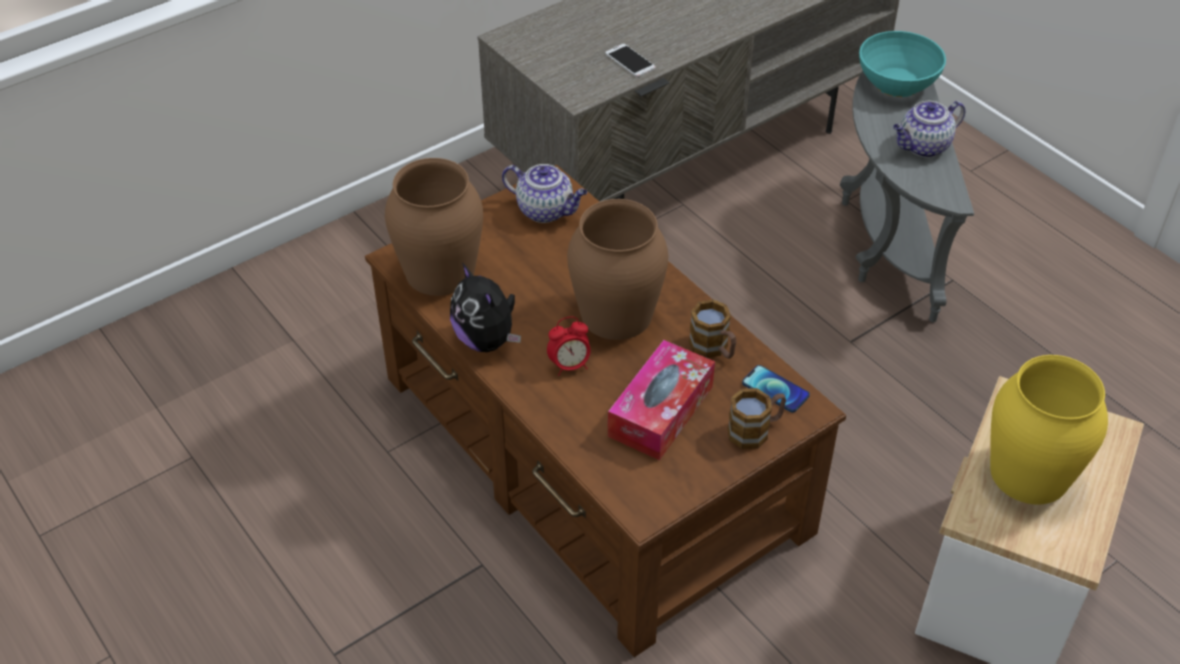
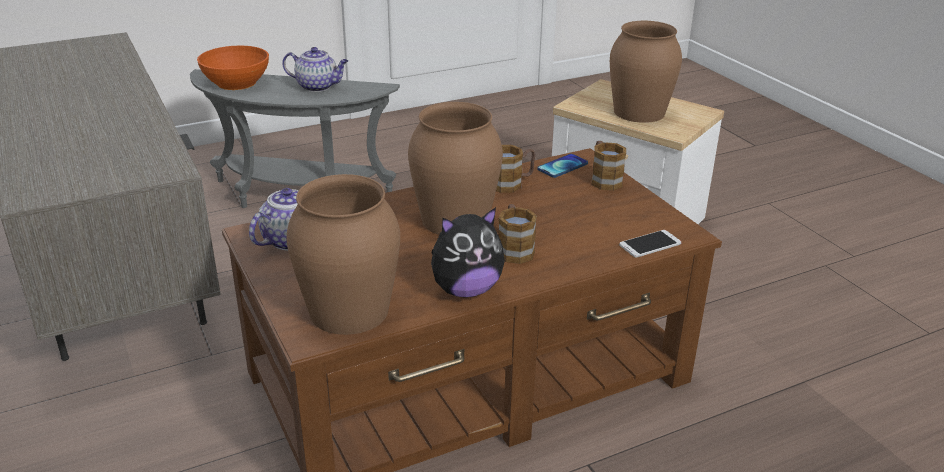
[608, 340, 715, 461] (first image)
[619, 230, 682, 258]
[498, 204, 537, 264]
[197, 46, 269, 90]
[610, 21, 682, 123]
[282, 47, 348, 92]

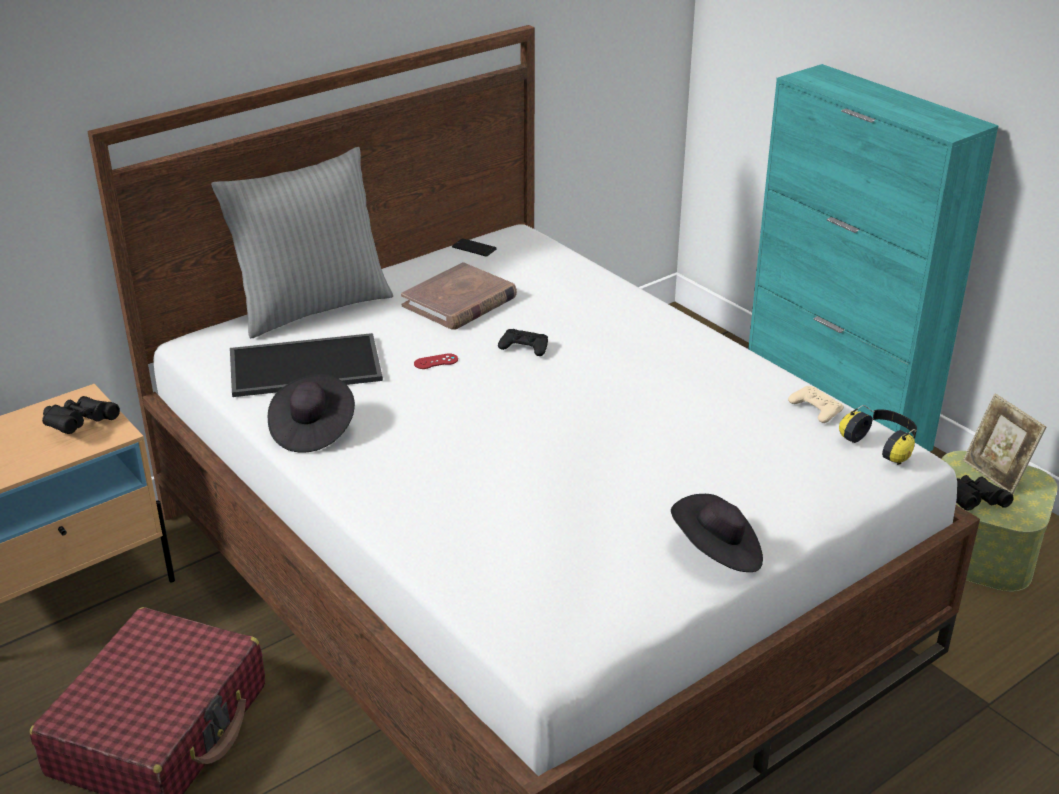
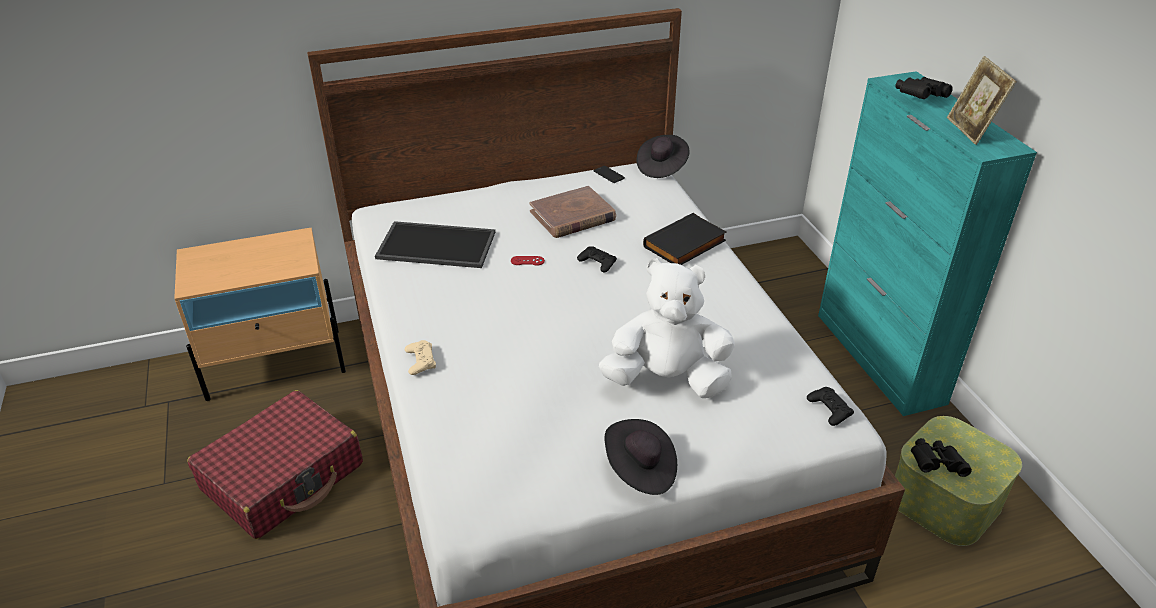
[211, 147, 393, 338] (first image)
[599, 258, 735, 398]
[643, 213, 727, 265]
[895, 77, 953, 99]
[637, 135, 690, 178]
[405, 340, 436, 375]
[947, 56, 1017, 145]
[807, 387, 854, 426]

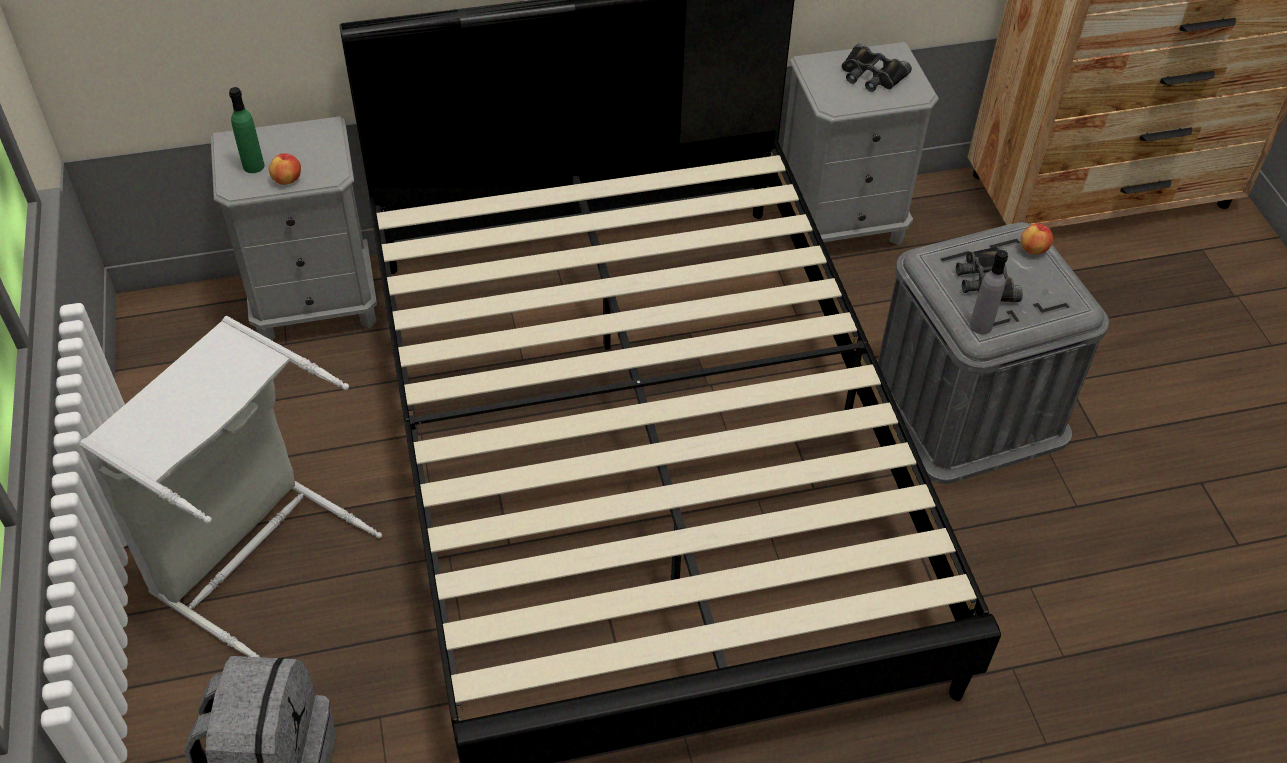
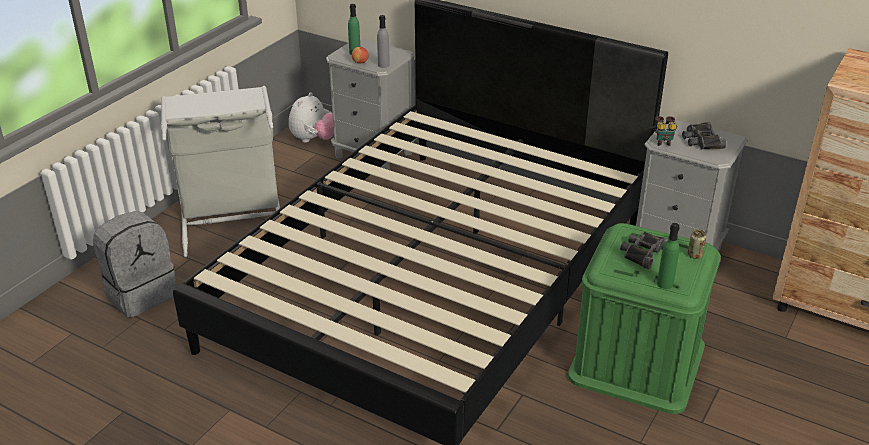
[289, 92, 334, 143]
[650, 116, 677, 146]
[657, 223, 680, 289]
[377, 15, 390, 68]
[688, 229, 706, 259]
[568, 223, 721, 414]

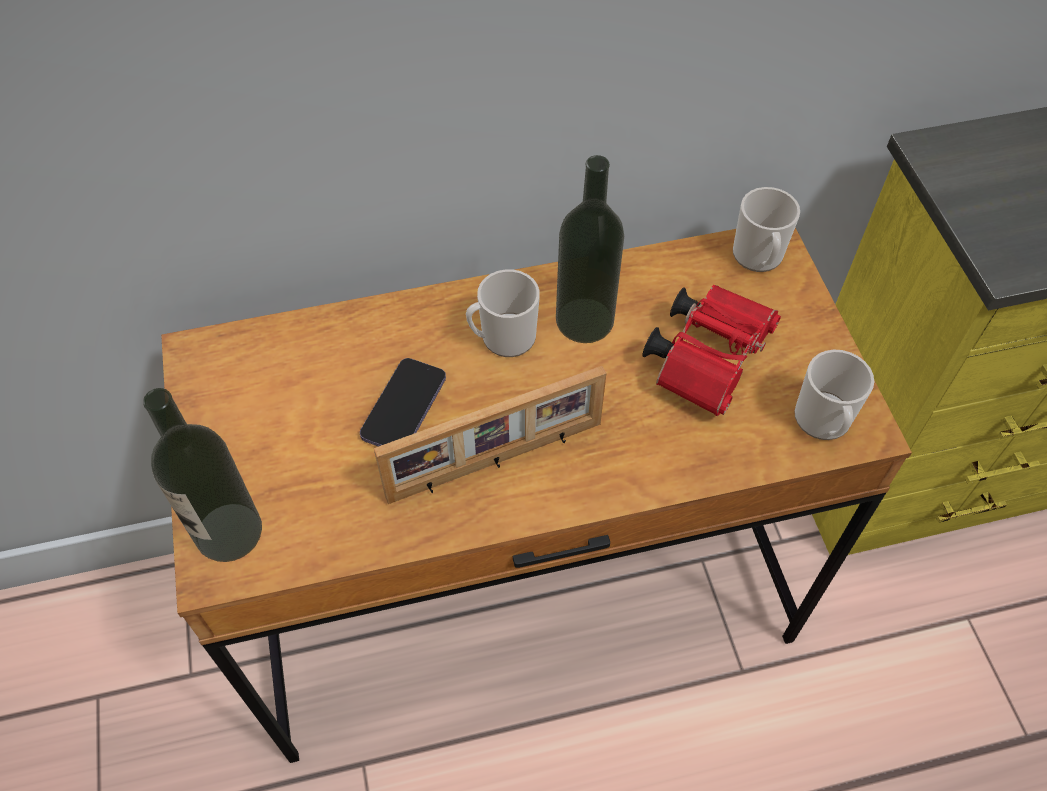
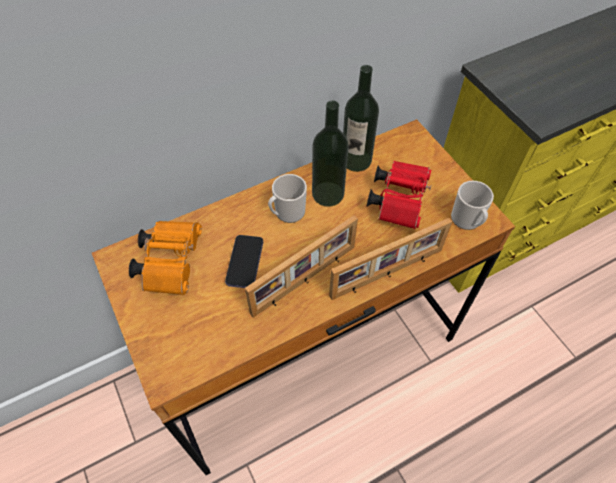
[733, 187, 800, 272] (first image)
[129, 221, 202, 295]
[329, 218, 452, 300]
[343, 65, 379, 172]

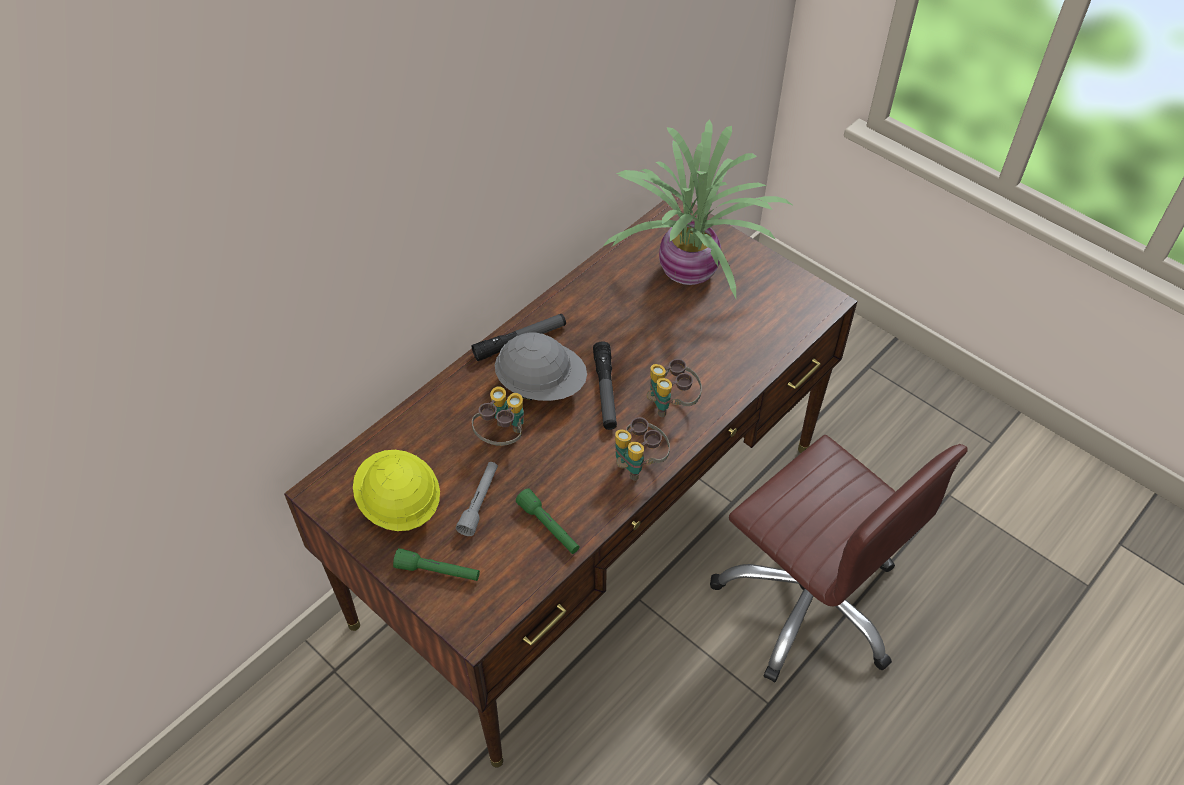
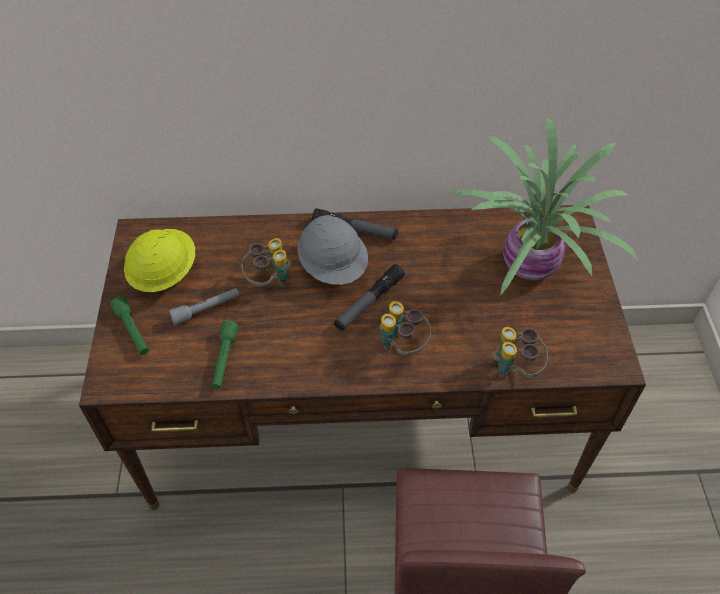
[492, 327, 548, 378]

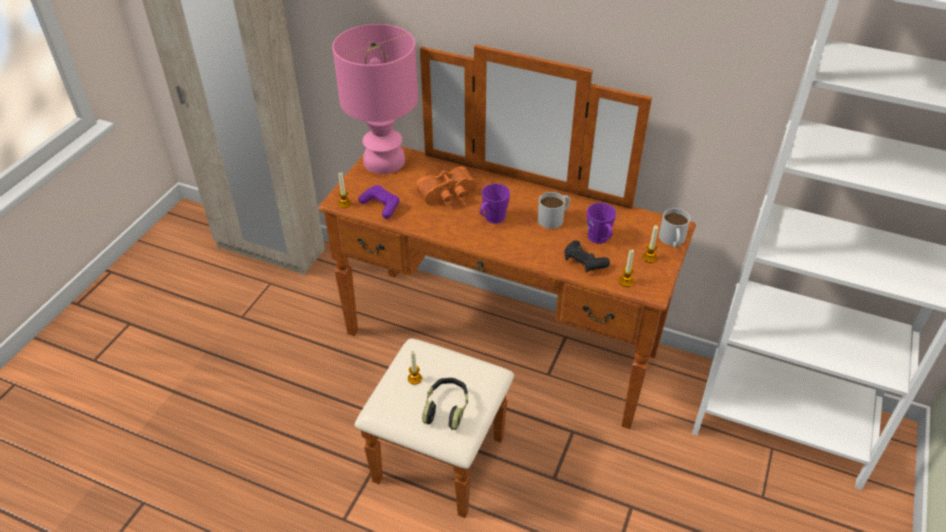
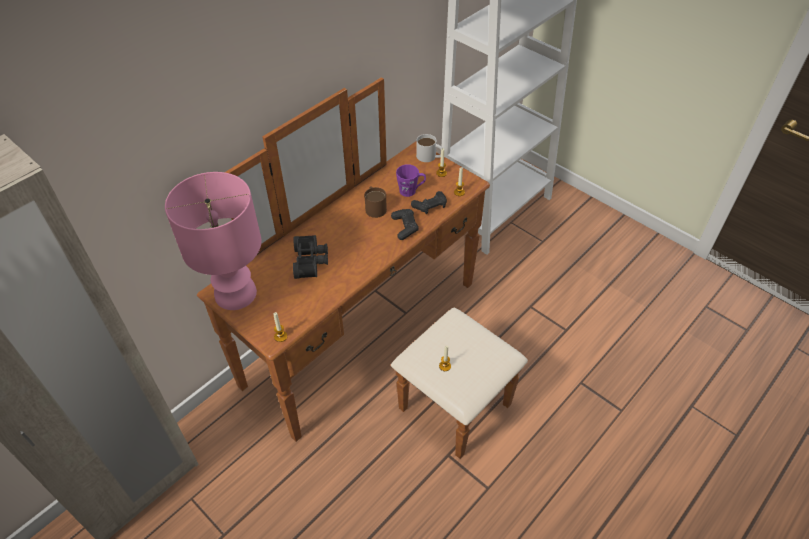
[359, 185, 400, 219] (first image)
[422, 378, 468, 430] (first image)
[480, 184, 510, 224] (first image)
[391, 209, 419, 240]
[293, 235, 328, 279]
[365, 186, 387, 218]

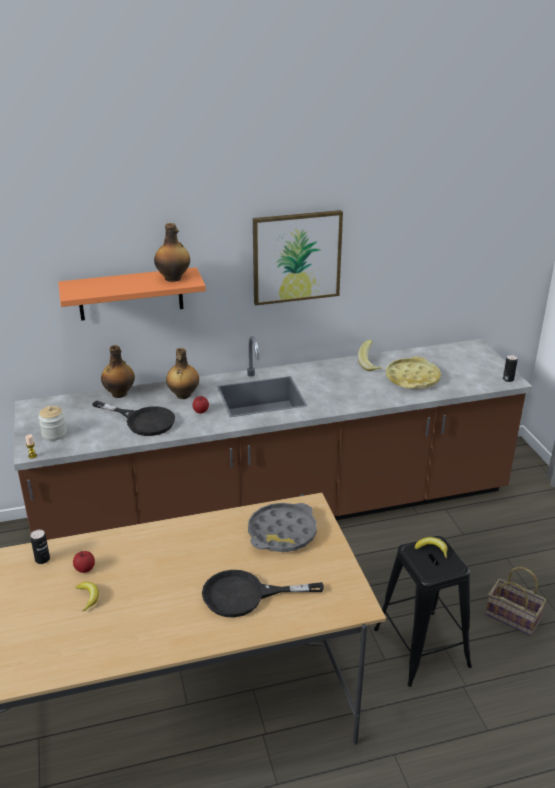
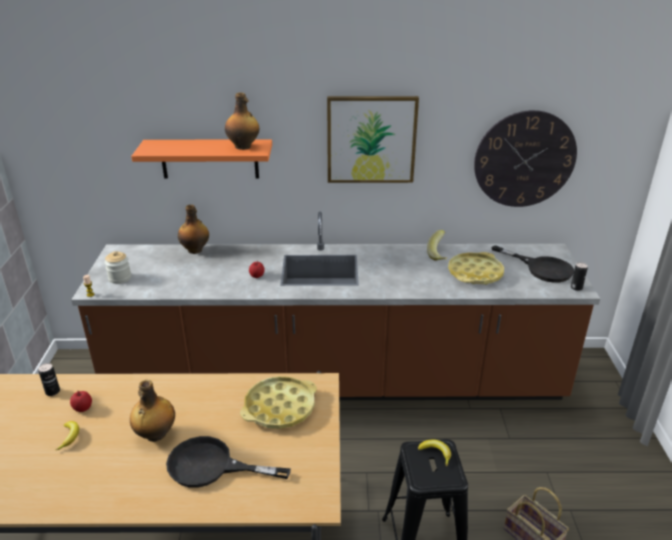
[474, 110, 577, 207]
[492, 245, 574, 283]
[130, 380, 175, 442]
[240, 376, 317, 429]

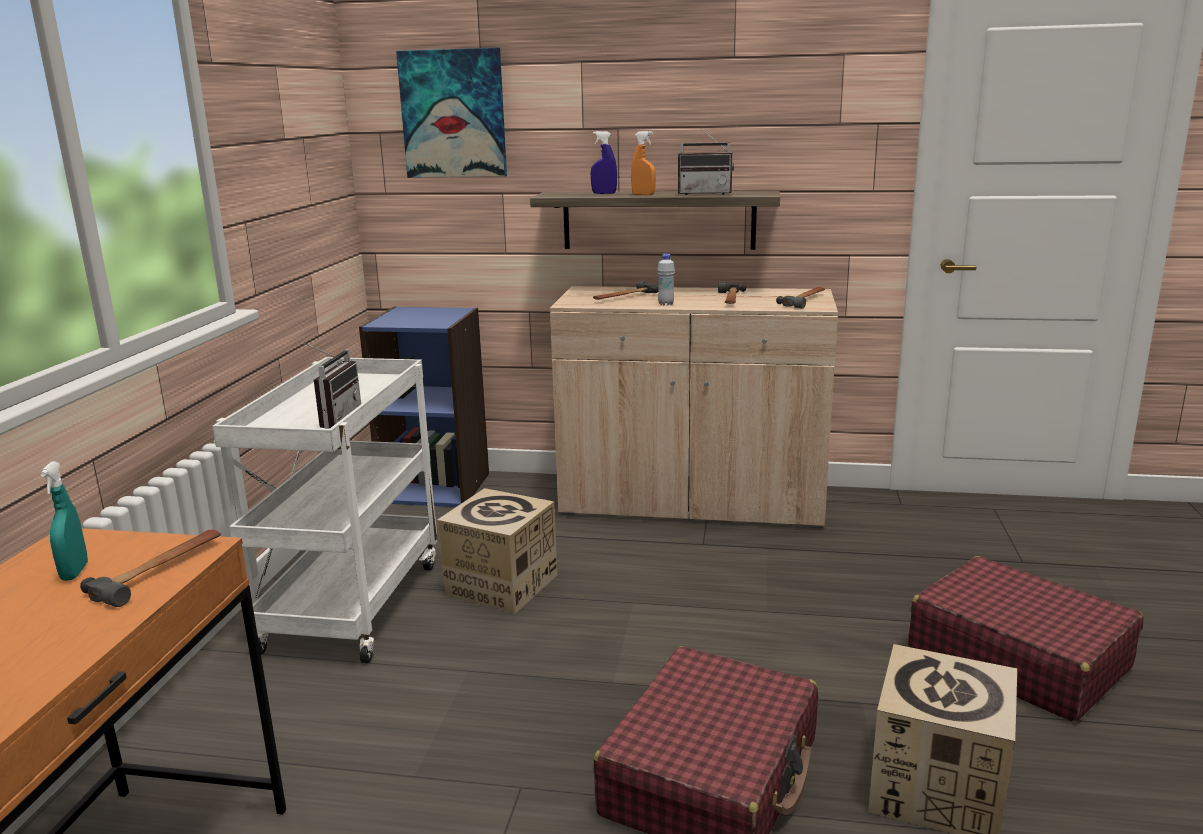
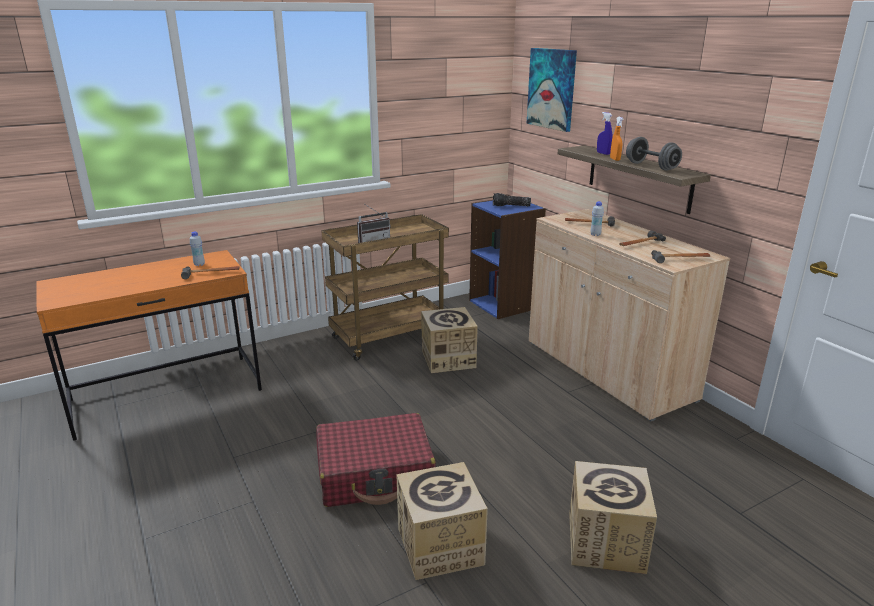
[493, 193, 531, 207]
[190, 232, 205, 266]
[626, 137, 682, 171]
[569, 461, 657, 574]
[321, 214, 449, 361]

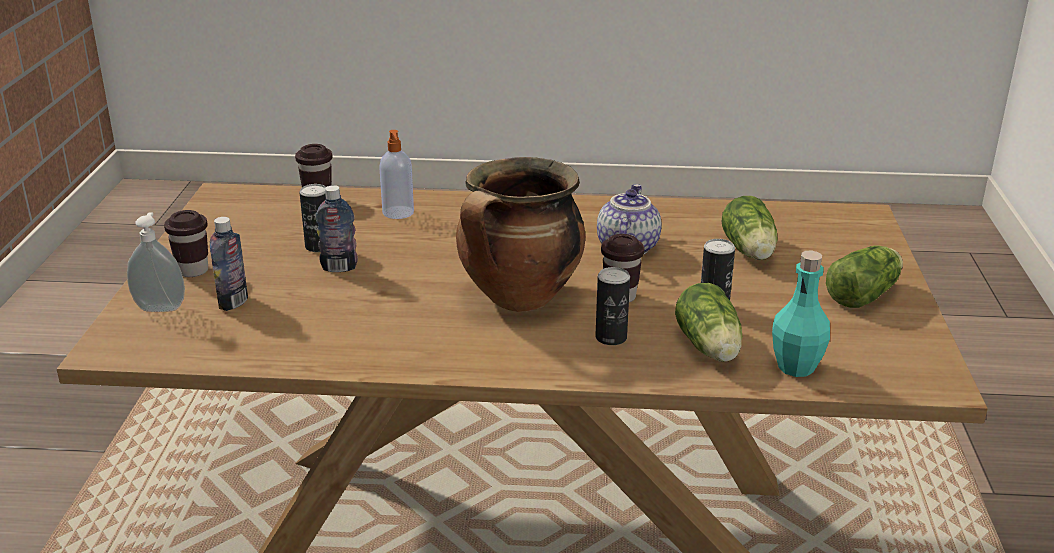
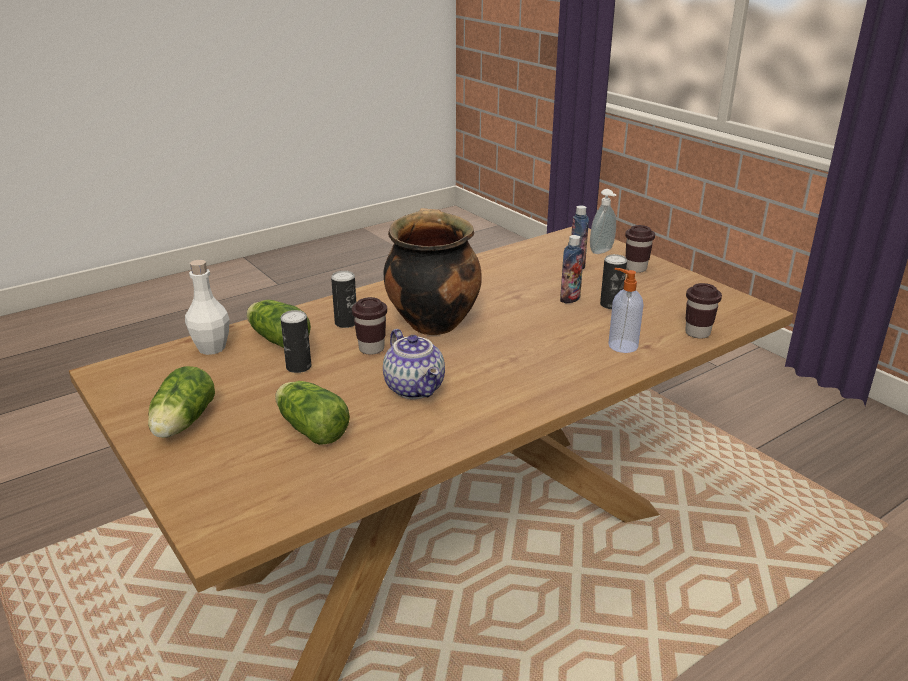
[185, 260, 230, 355]

